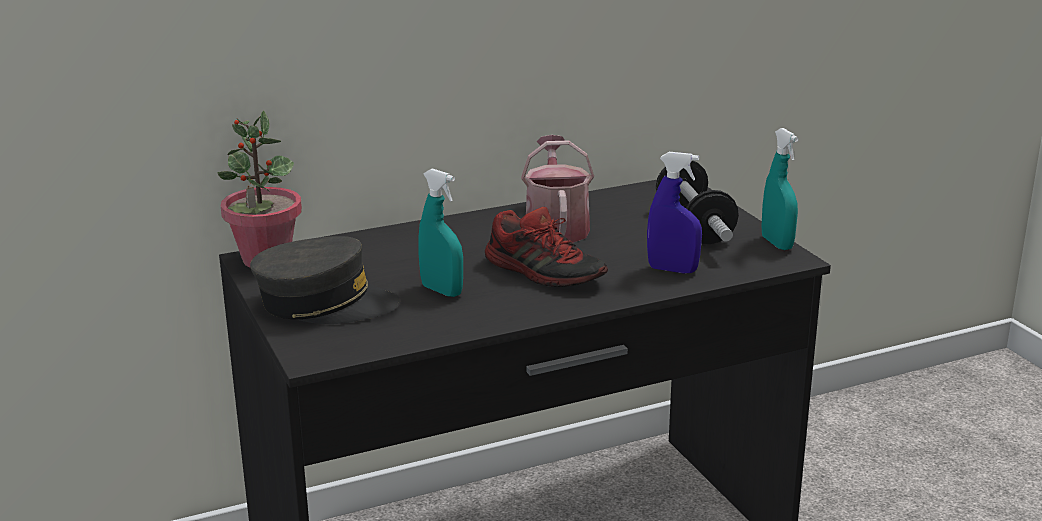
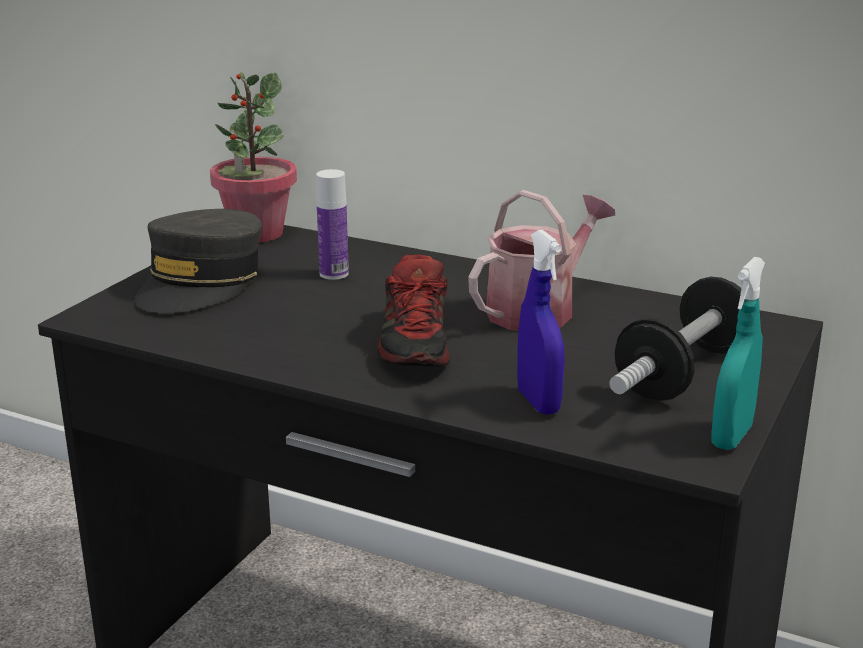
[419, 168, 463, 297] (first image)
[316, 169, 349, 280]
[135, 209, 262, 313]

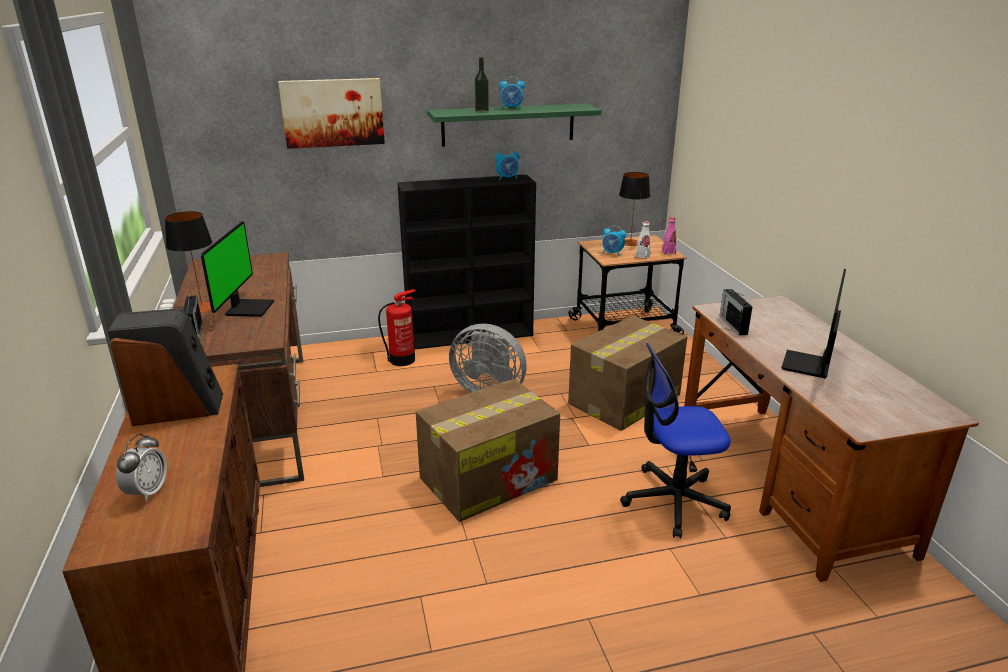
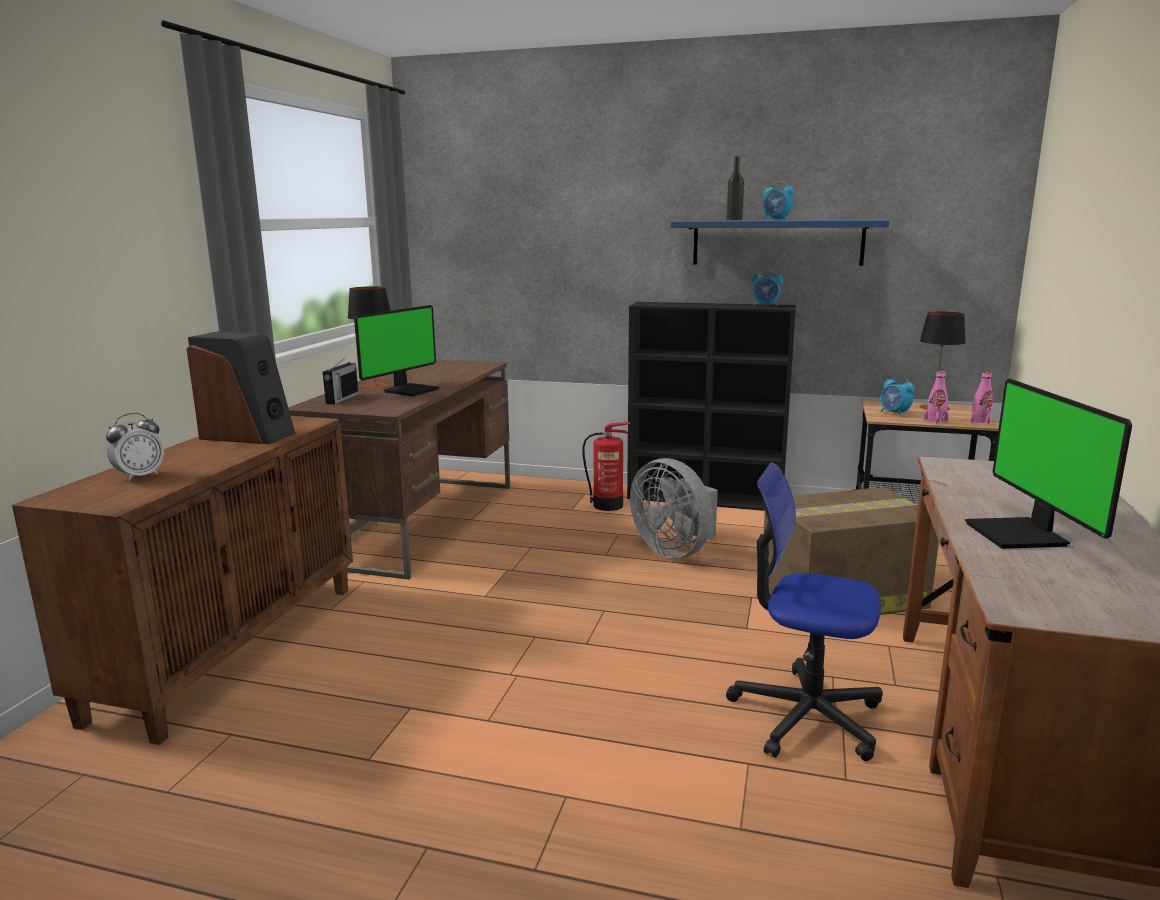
[278, 78, 385, 149] (first image)
[416, 379, 560, 522] (first image)
[719, 289, 753, 335] (first image)
[670, 220, 889, 266]
[924, 371, 949, 423]
[965, 379, 1132, 549]

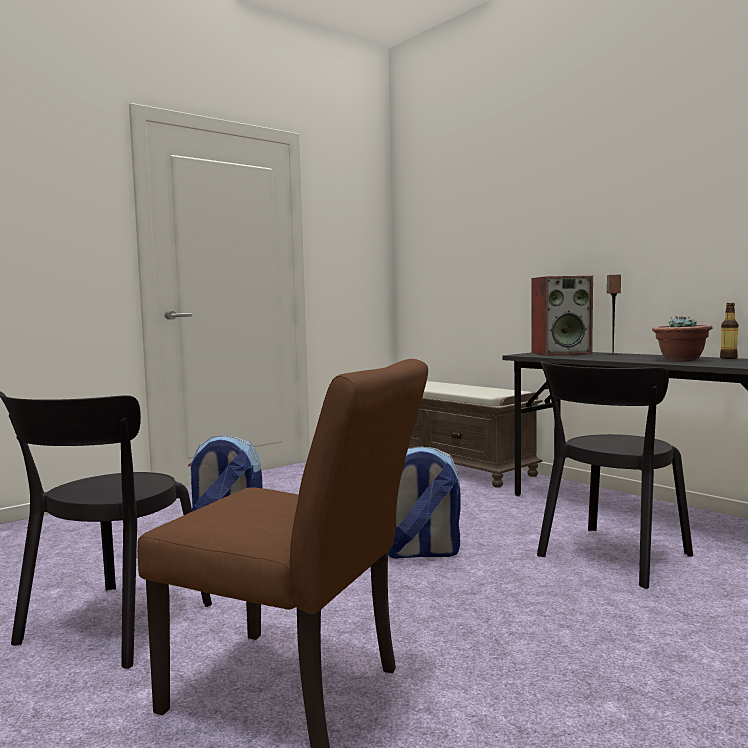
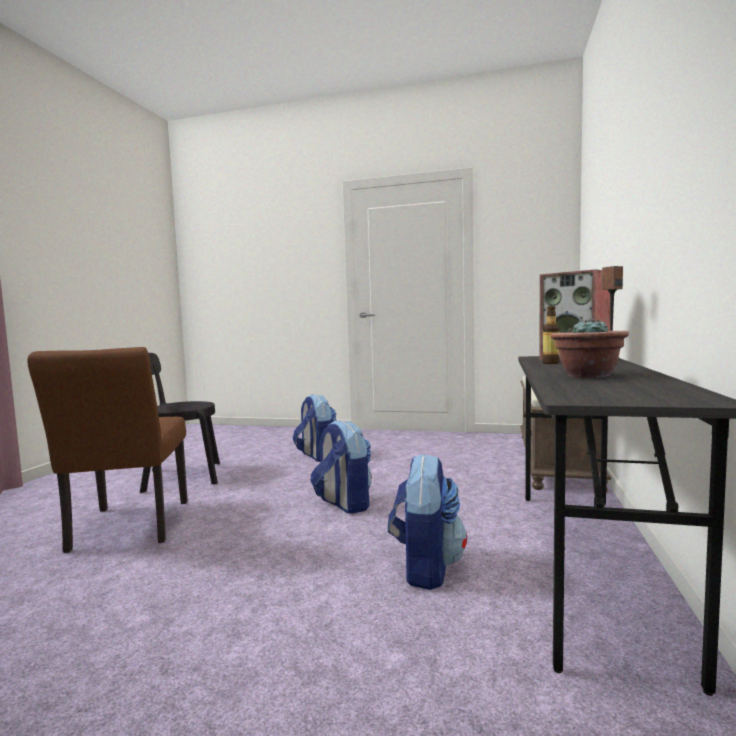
[542, 306, 559, 364]
[388, 453, 467, 590]

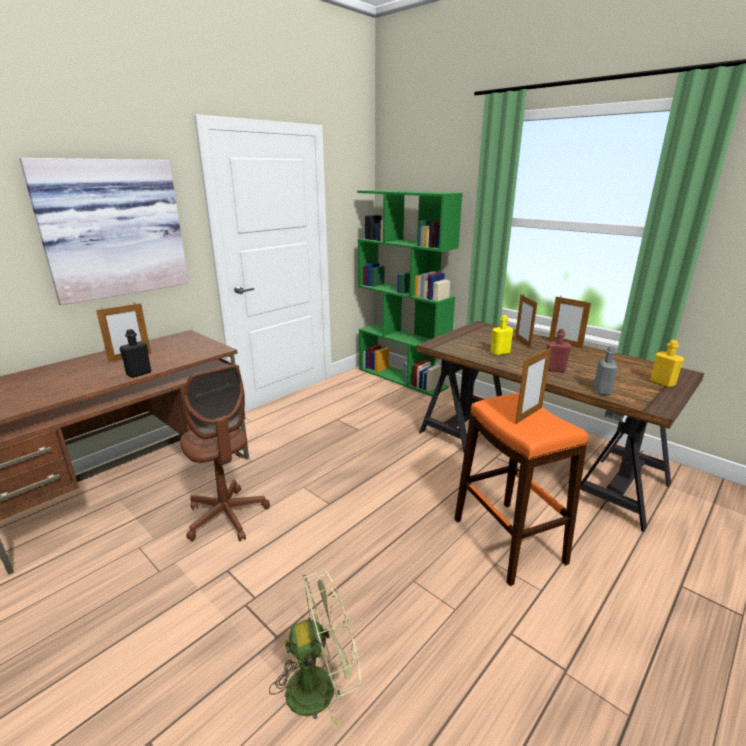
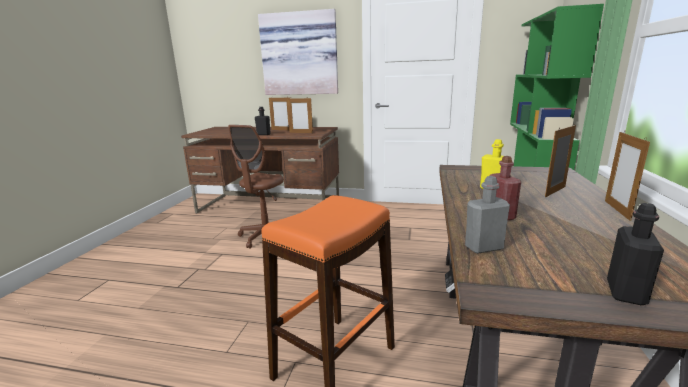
[269, 570, 361, 730] (first image)
[287, 98, 313, 133]
[607, 203, 664, 305]

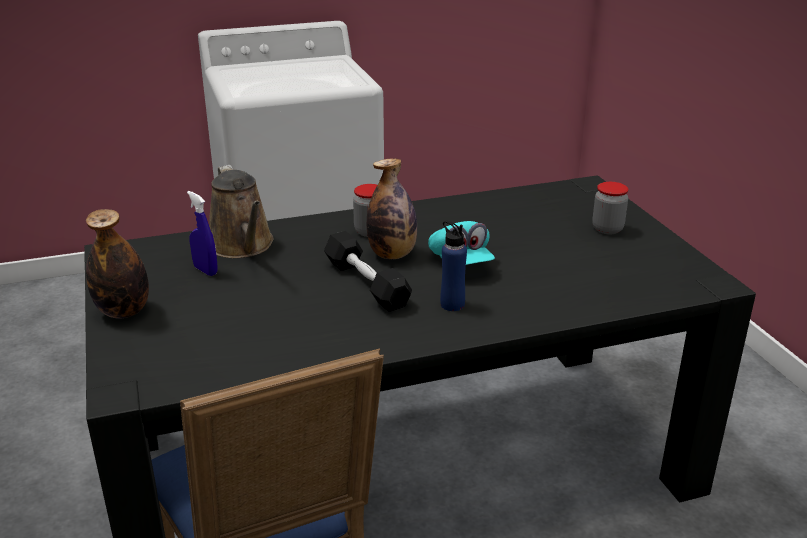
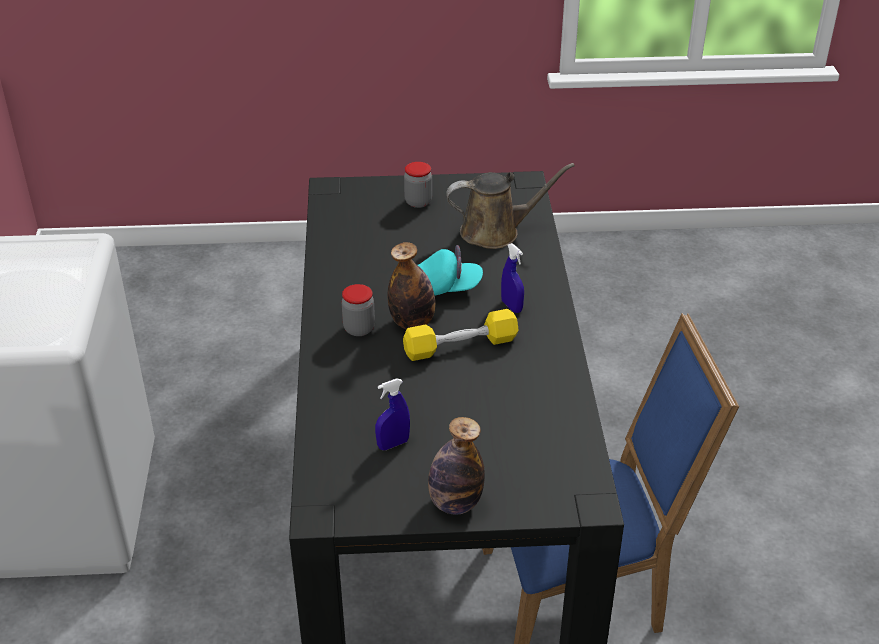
[446, 163, 575, 249]
[501, 243, 524, 313]
[403, 309, 519, 361]

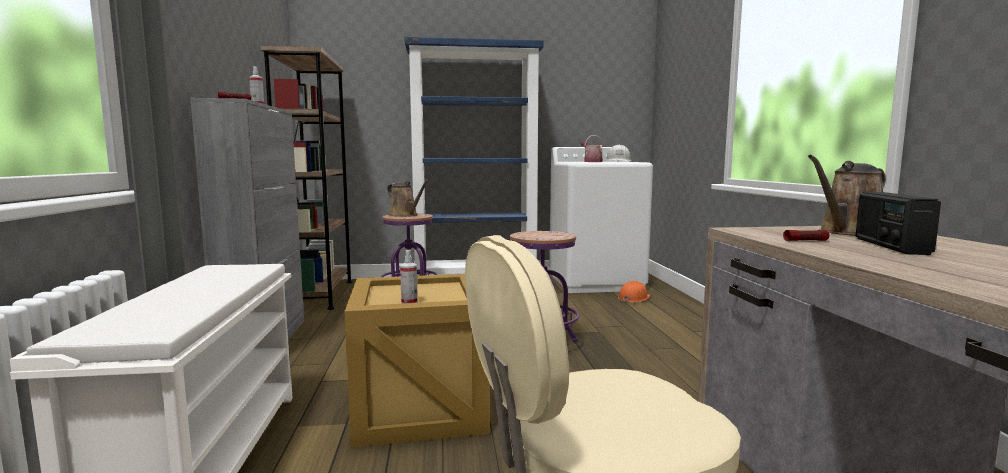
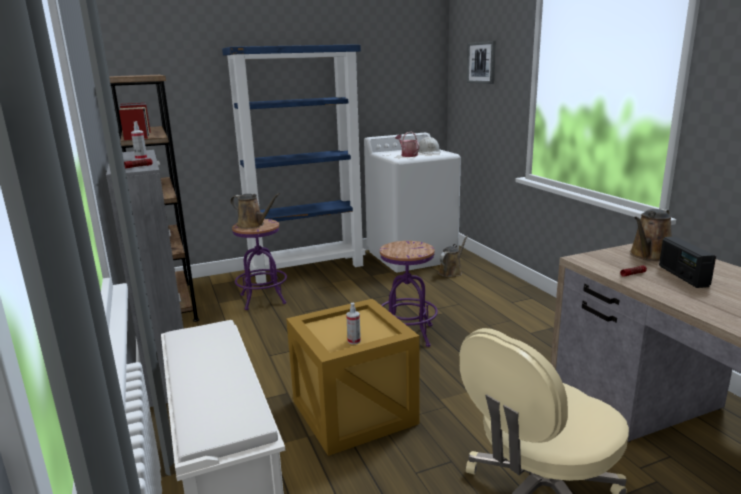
[467, 41, 496, 84]
[438, 235, 468, 277]

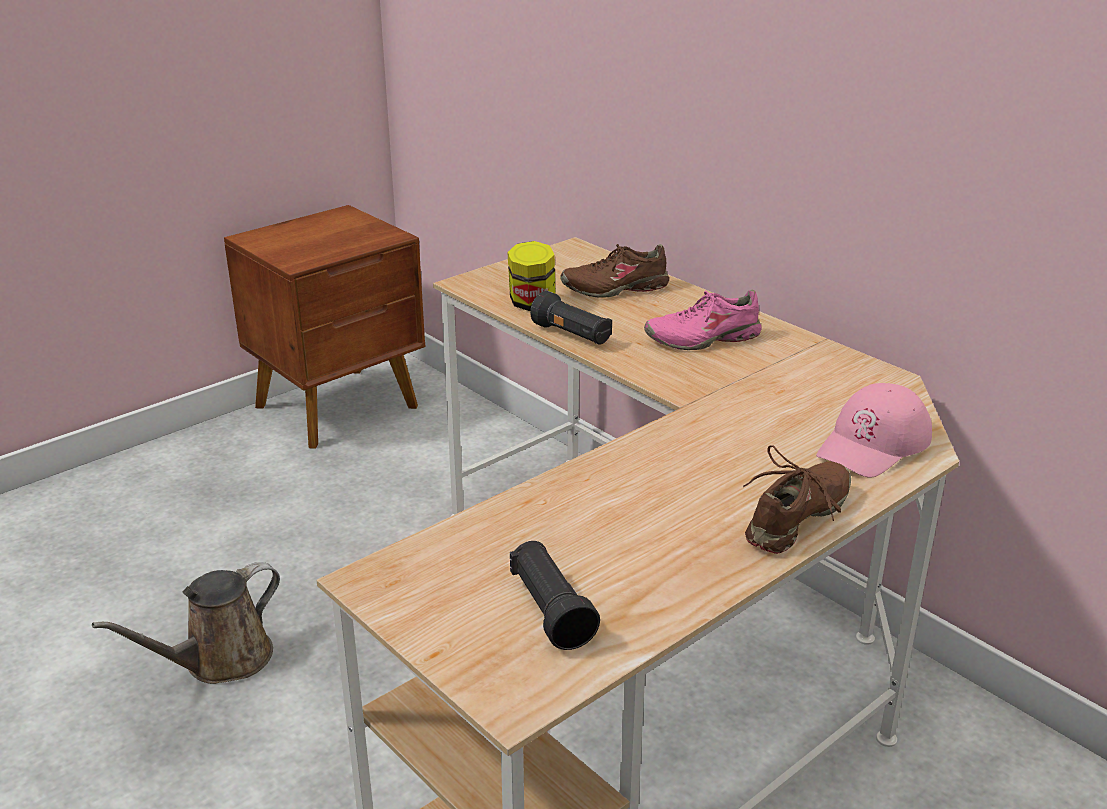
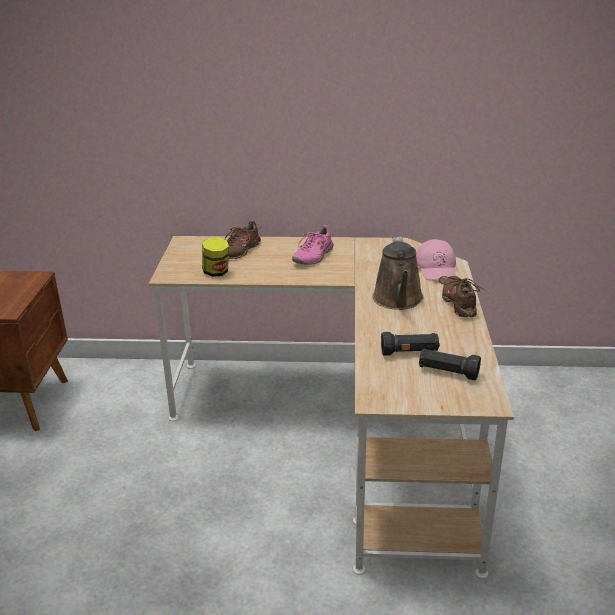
[373, 237, 423, 310]
[381, 332, 440, 356]

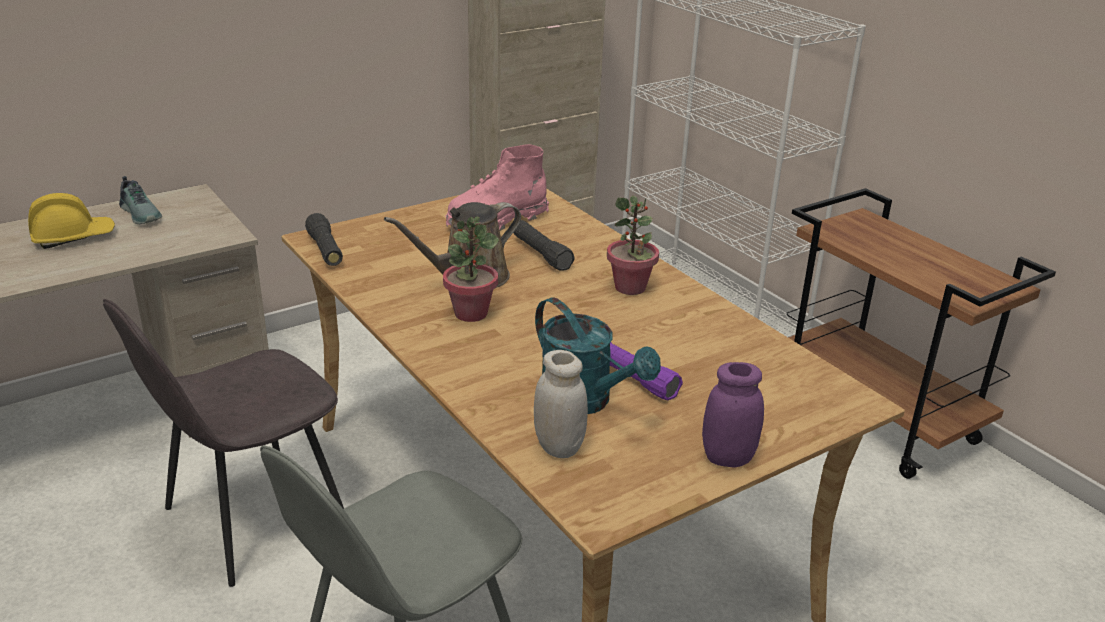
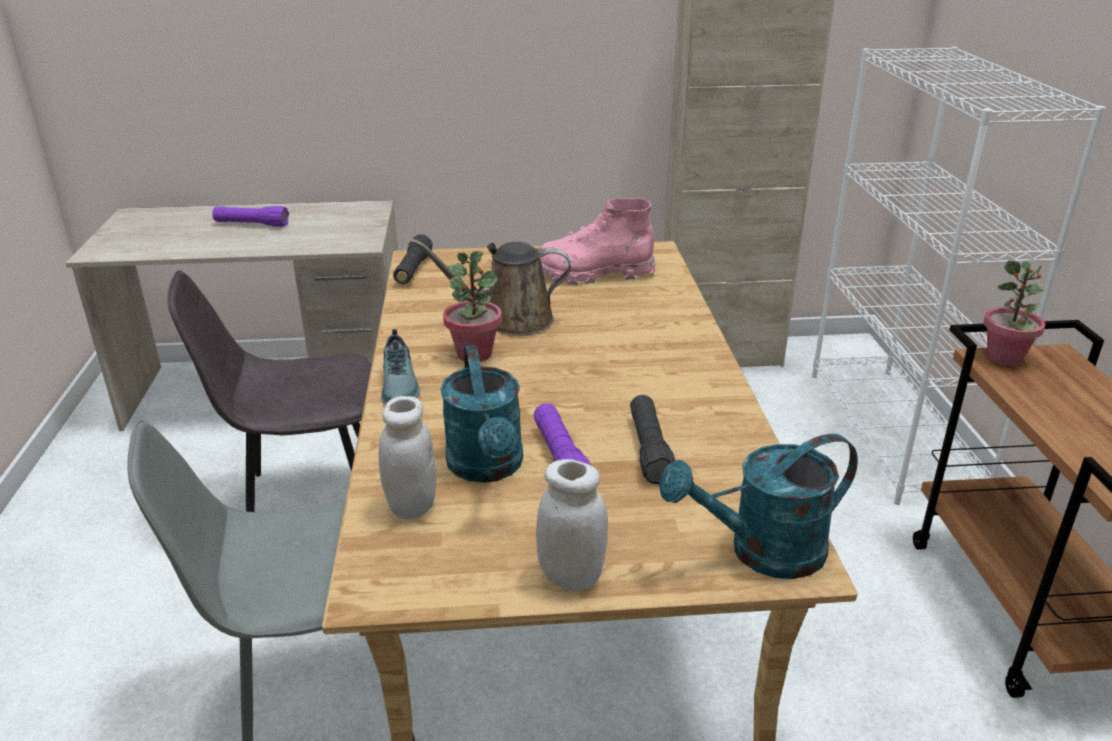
[659, 434, 858, 579]
[381, 329, 420, 404]
[630, 395, 675, 484]
[983, 260, 1045, 366]
[212, 206, 289, 227]
[536, 459, 608, 591]

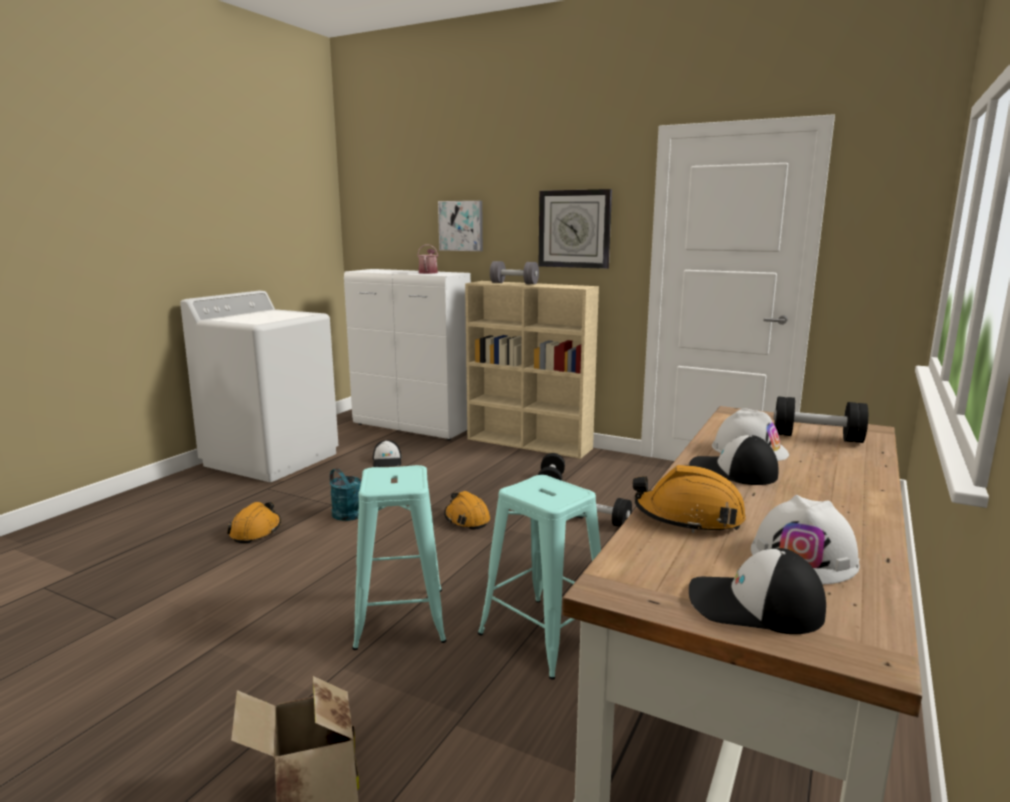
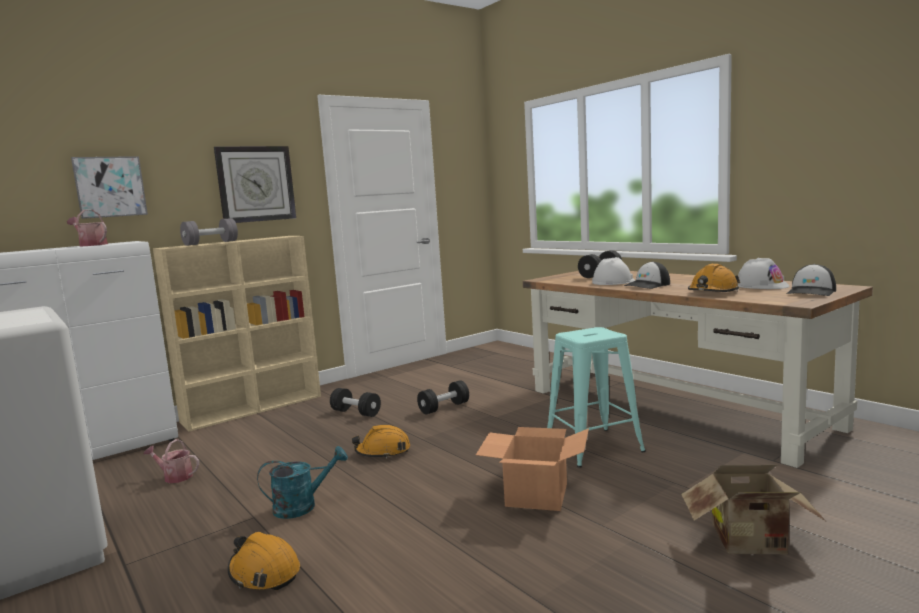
[476, 427, 589, 511]
[144, 439, 199, 483]

